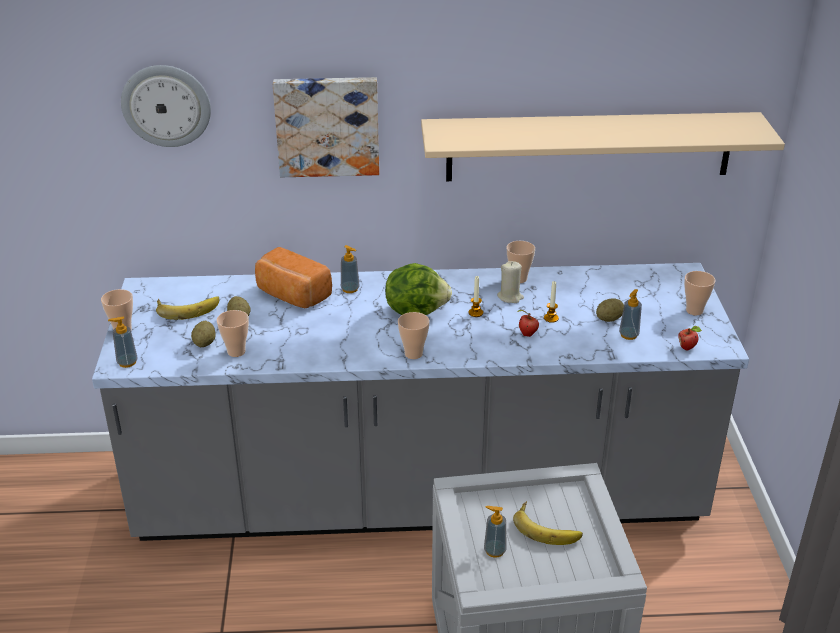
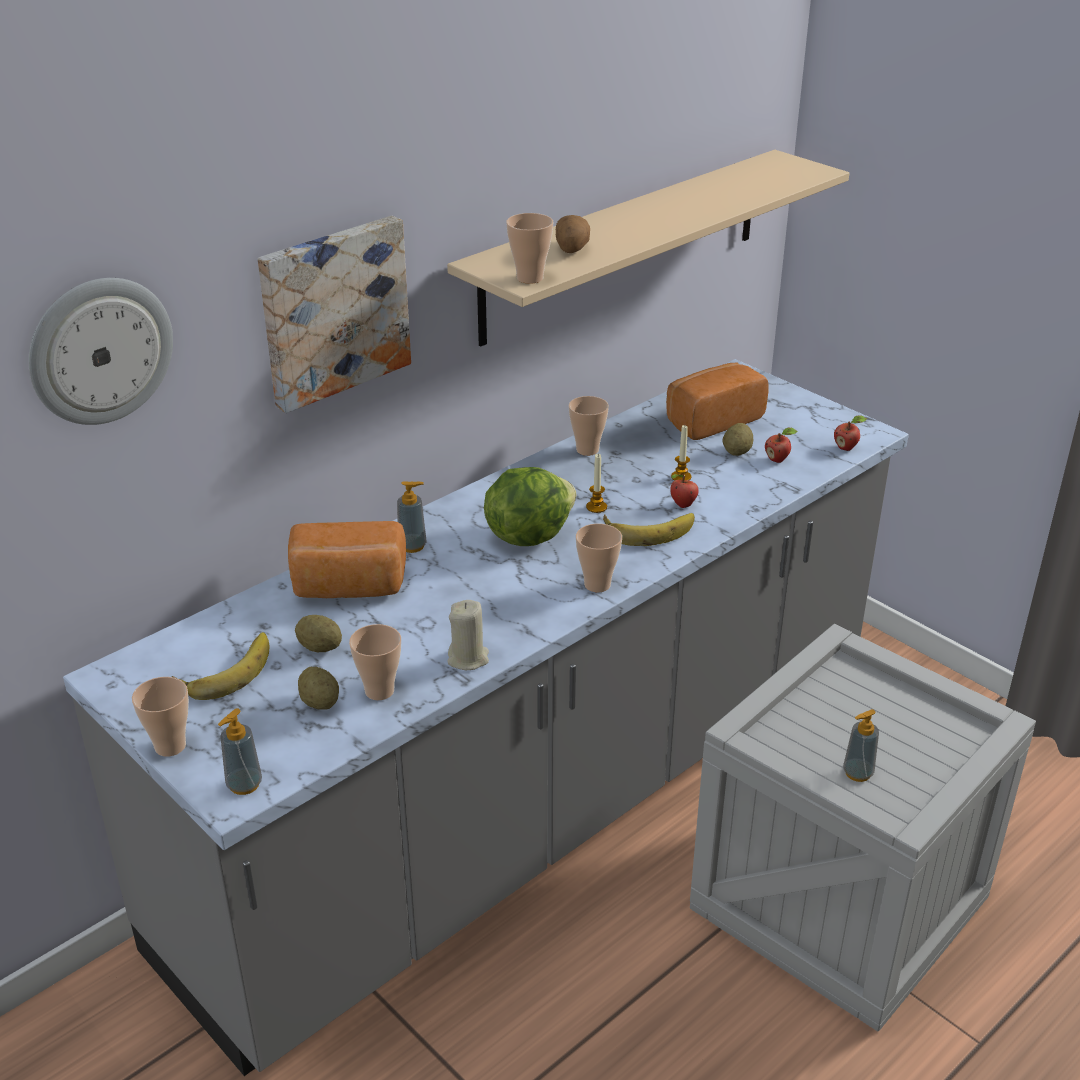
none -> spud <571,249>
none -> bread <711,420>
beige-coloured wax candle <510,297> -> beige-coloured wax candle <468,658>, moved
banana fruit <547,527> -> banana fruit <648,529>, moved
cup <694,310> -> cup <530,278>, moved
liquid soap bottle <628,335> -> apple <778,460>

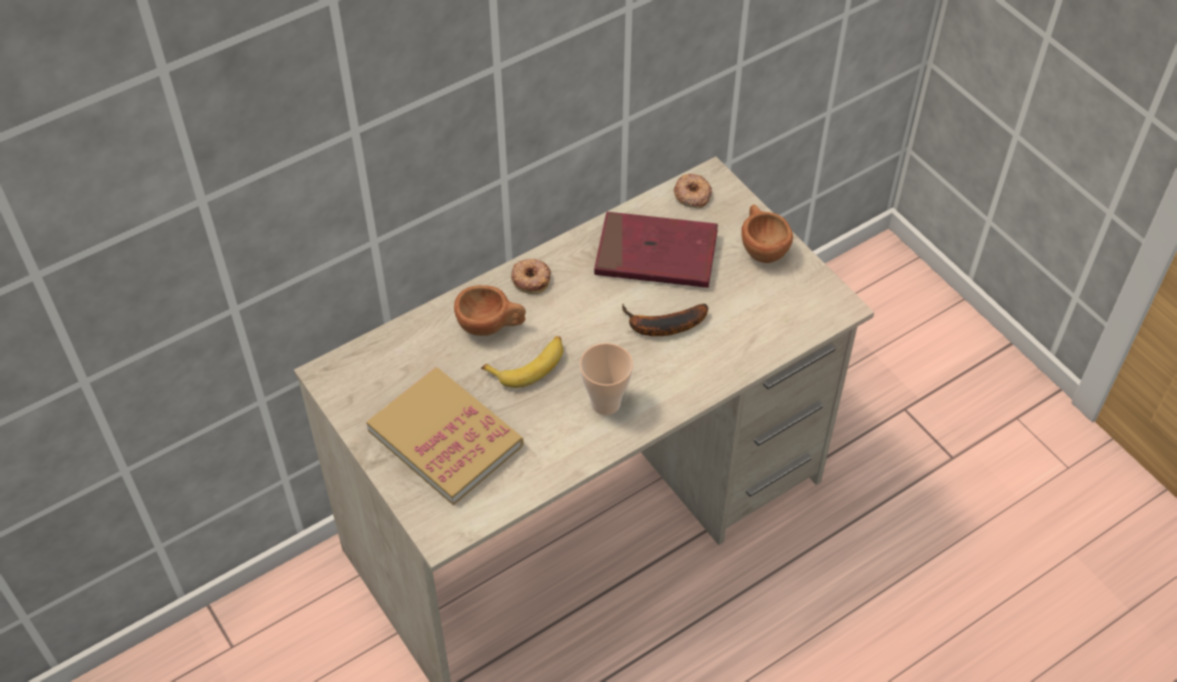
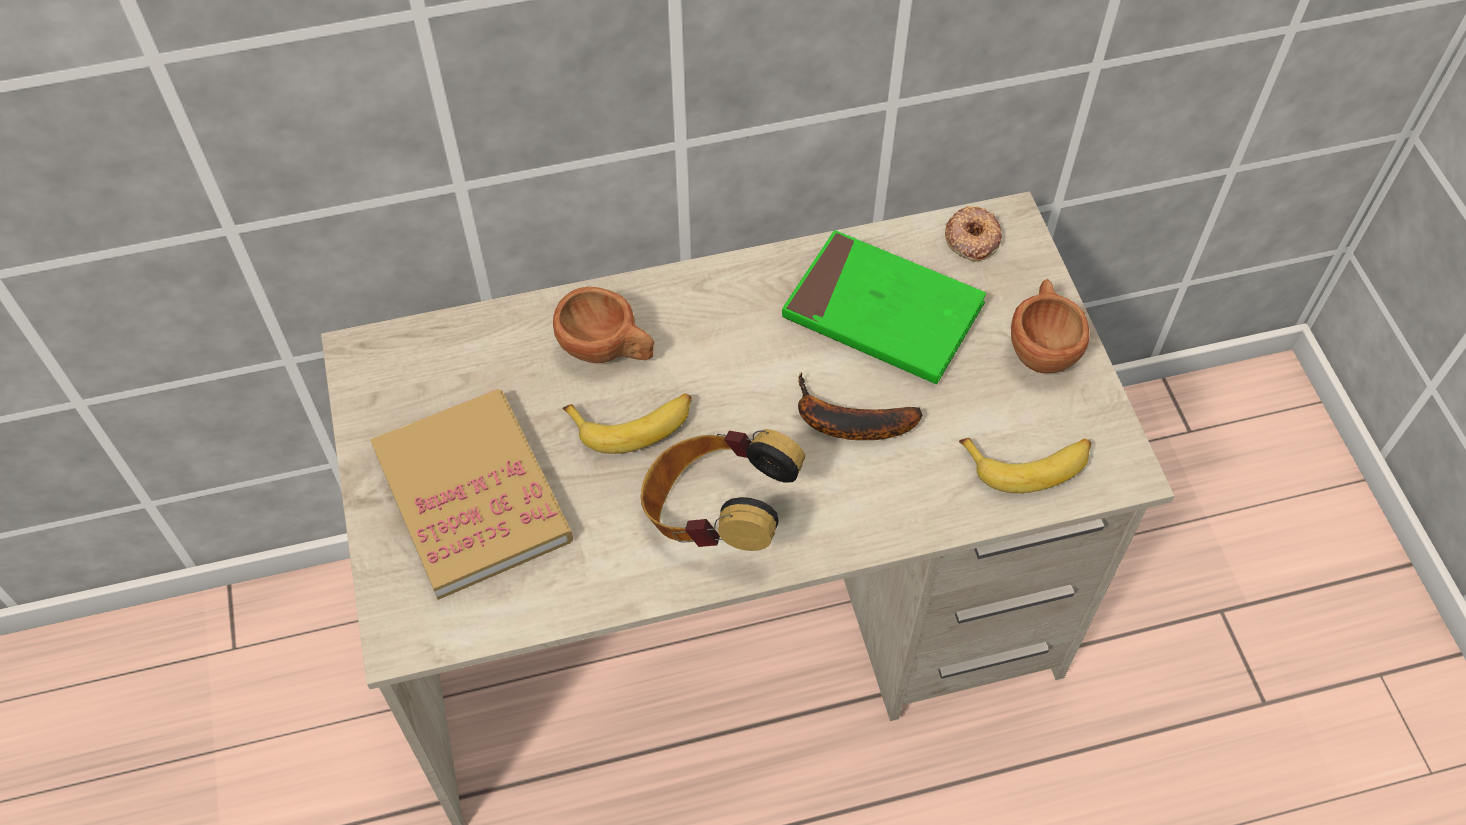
doughnut <531,278> -> none
none -> banana fruit <1029,464>
cup <605,403> -> headphones <716,514>
reddish book <656,255> -> green-coloured book <882,313>

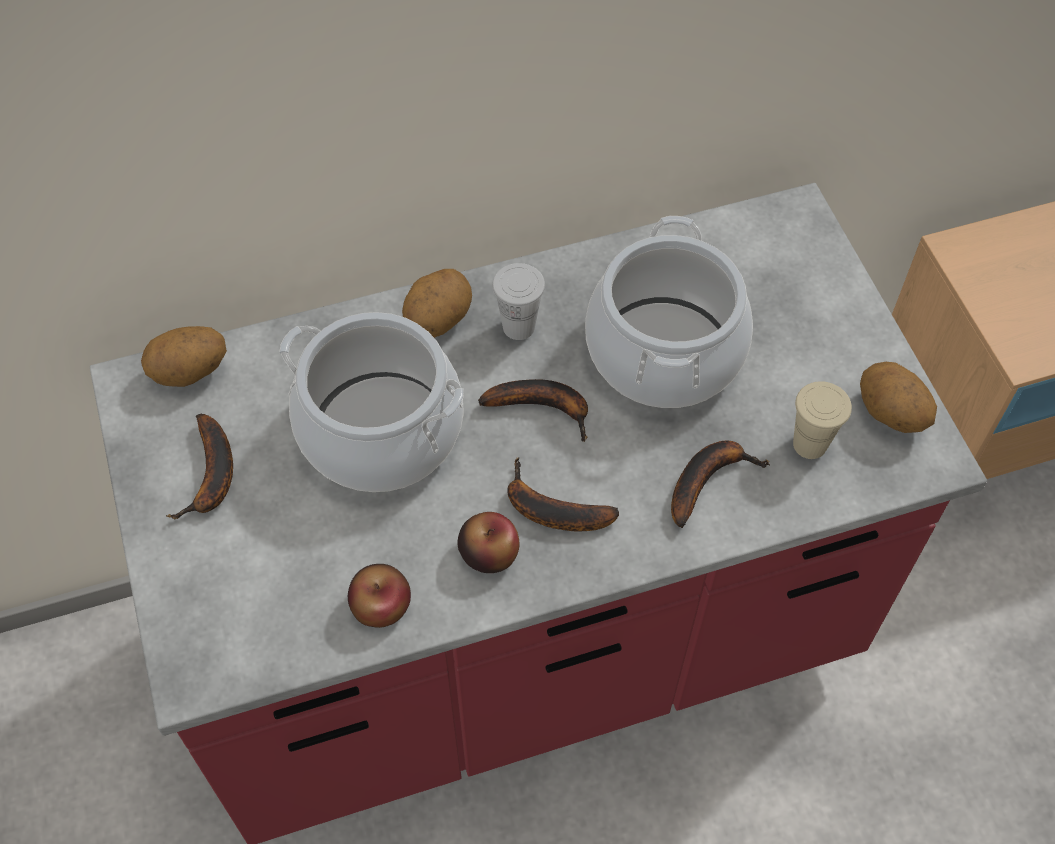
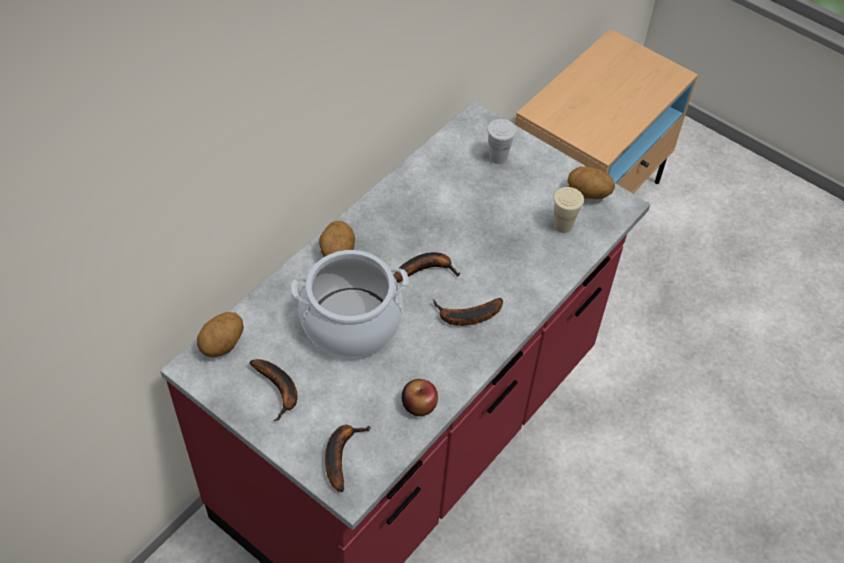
apple <489,553> -> none
cooking pot <663,352> -> none
white cup <518,327> -> white cup <498,157>, moved
banana fruit <708,479> -> banana fruit <340,454>, moved

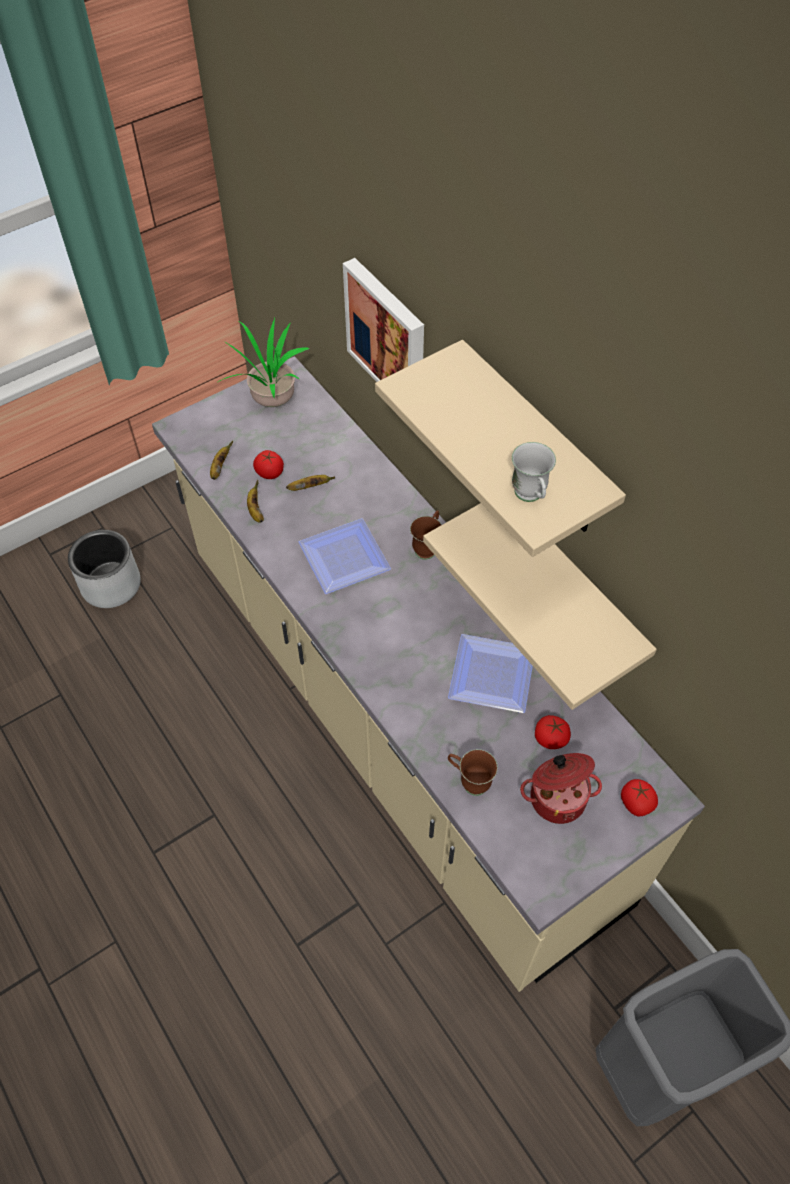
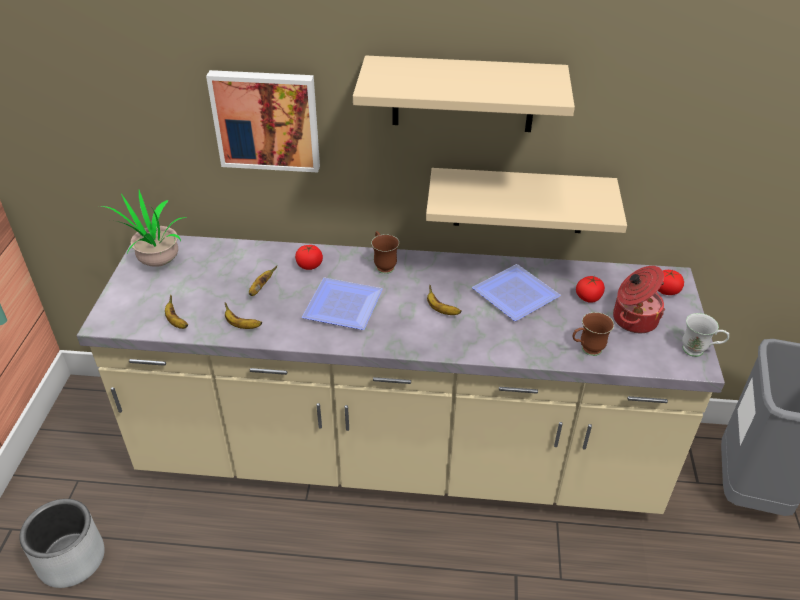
none -> banana fruit <441,310>
fresh tomato <270,472> -> fresh tomato <309,265>, moved
white coffee mug <530,497> -> white coffee mug <698,351>, moved

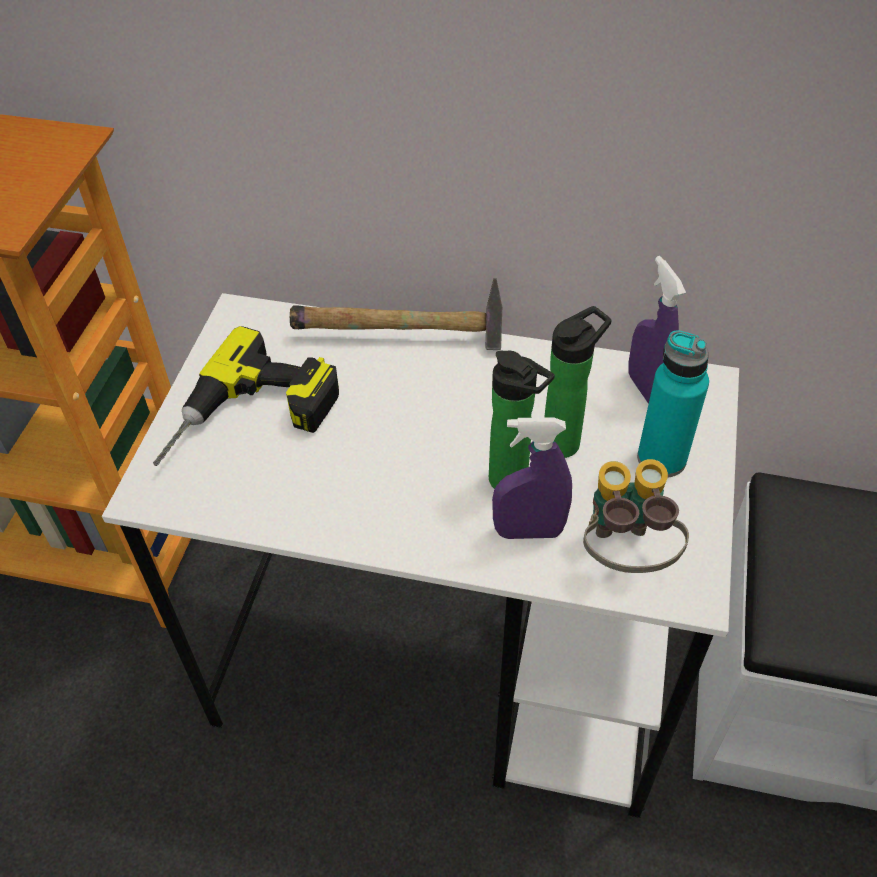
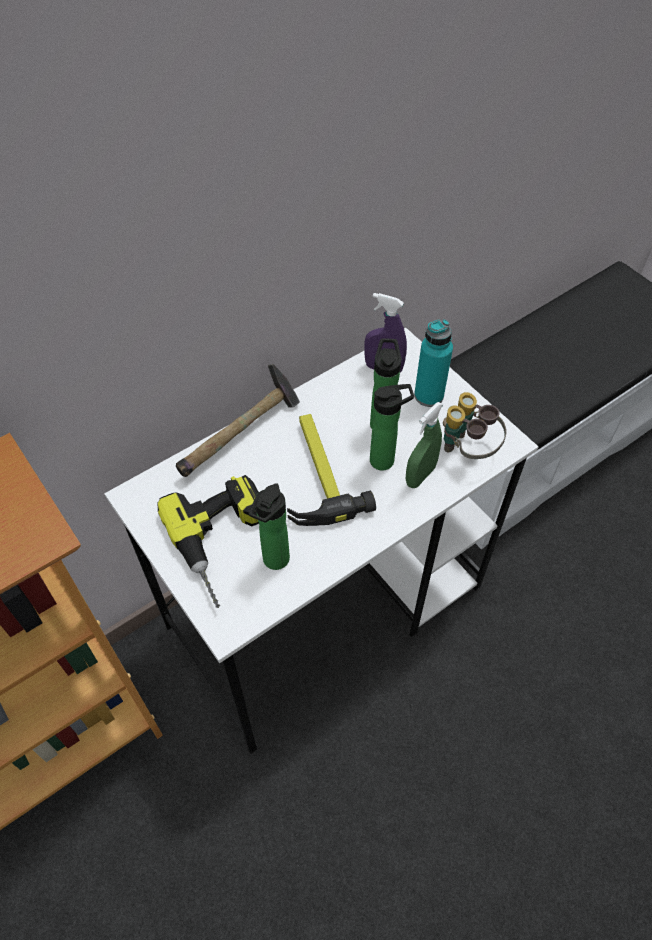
none -> bottle <274,562>
none -> hammer <316,473>
purple-coloured spray bottle <528,531> -> green-coloured spray bottle <420,475>

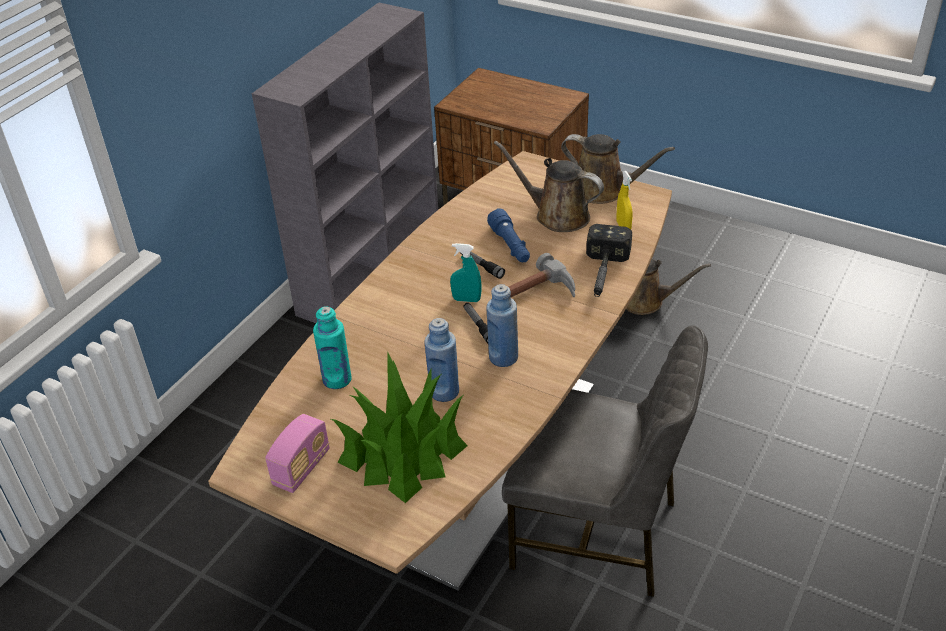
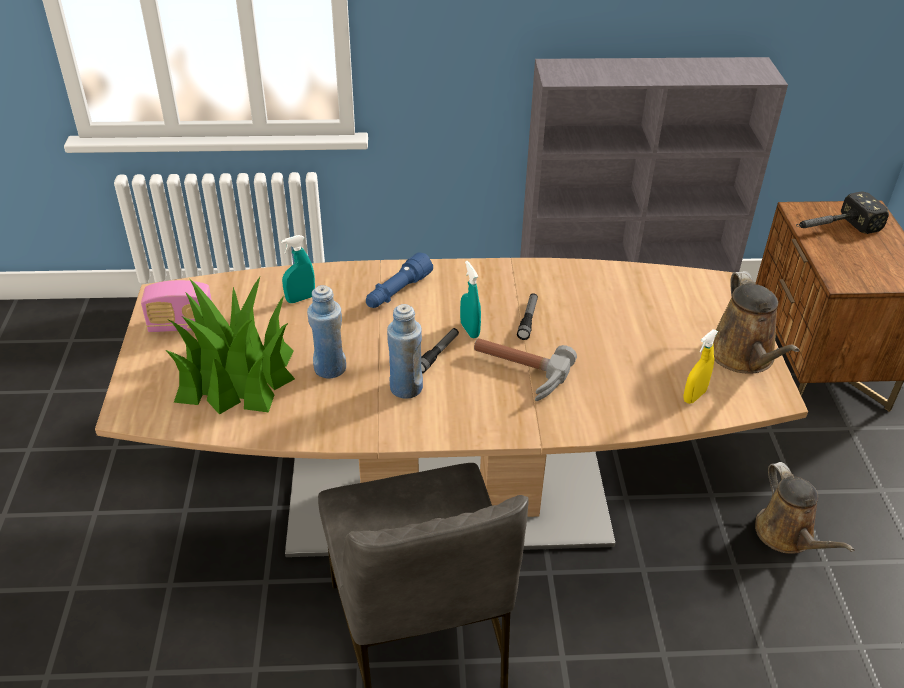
brown-coloured watering can <557,215> -> none
blue torch <510,246> -> blue torch <397,292>, moved
hammer <603,275> -> hammer <832,228>, moved
turquoise bottle <337,379> -> turquoise spray bottle <300,299>

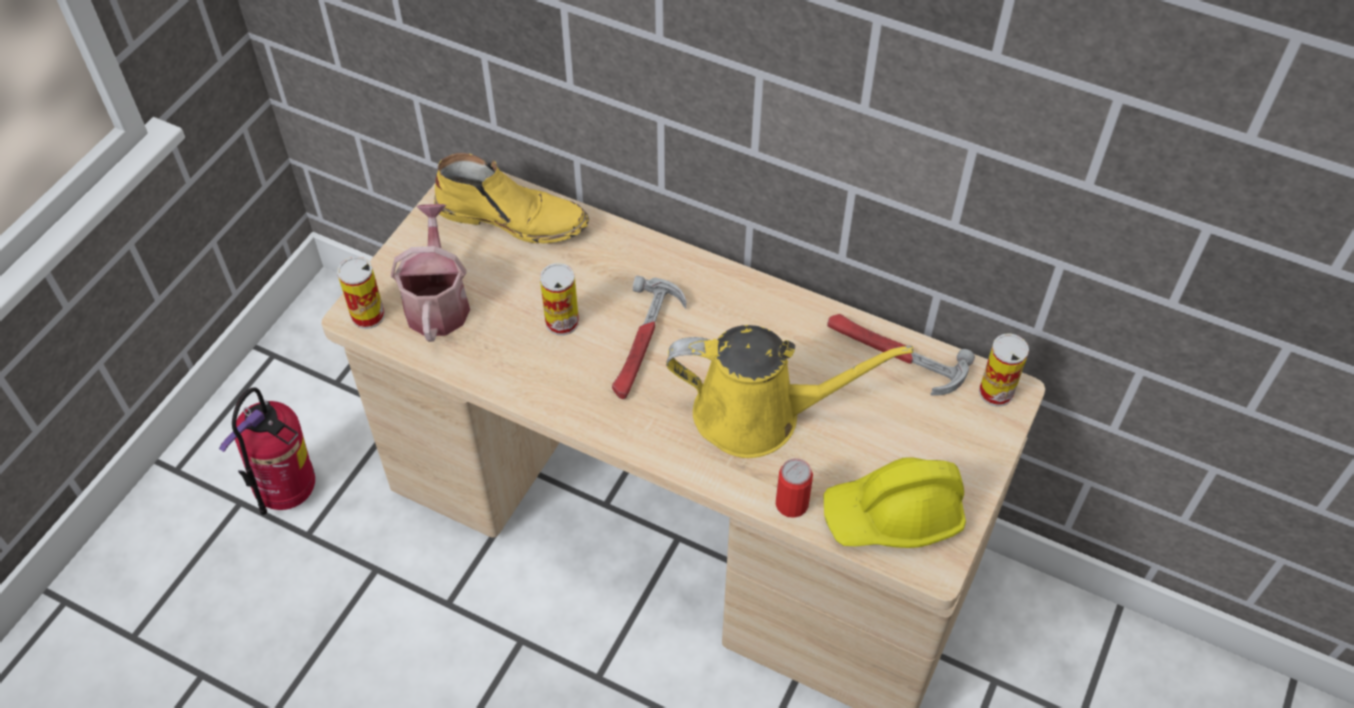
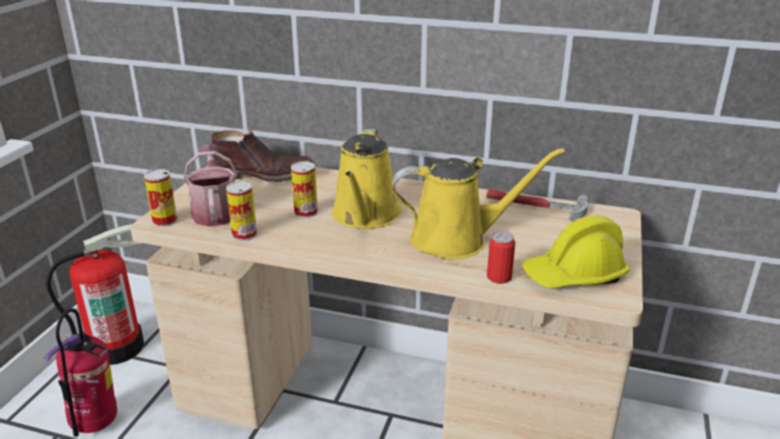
none -> fire extinguisher <116,346>
sealed can <996,392> -> sealed can <244,234>, moved
hammer <644,343> -> yellow-coloured watering can <365,216>
yellow-coloured boot <513,217> -> brown-coloured boot <262,174>

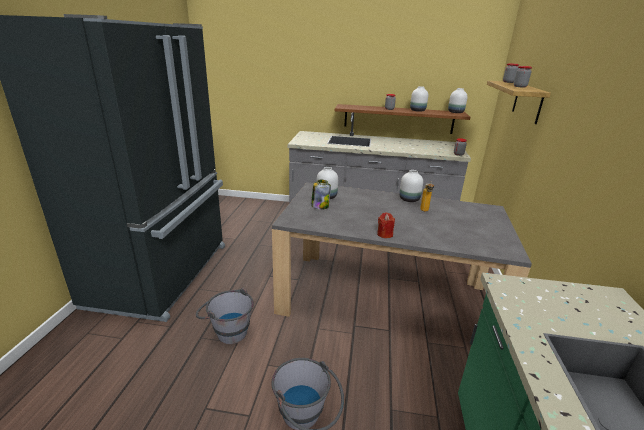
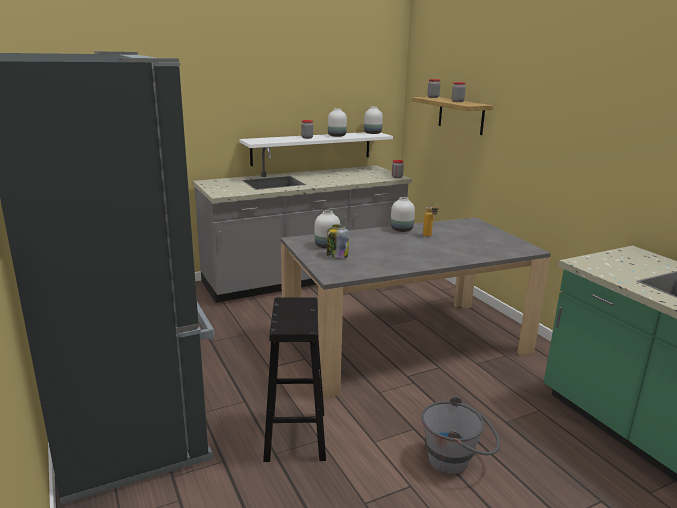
reddish wax candle <384,234> -> none
greyish pail <227,331> -> black-coloured stool <295,434>
brown-coloured wall shelf <398,119> -> white wall shelf <312,148>

